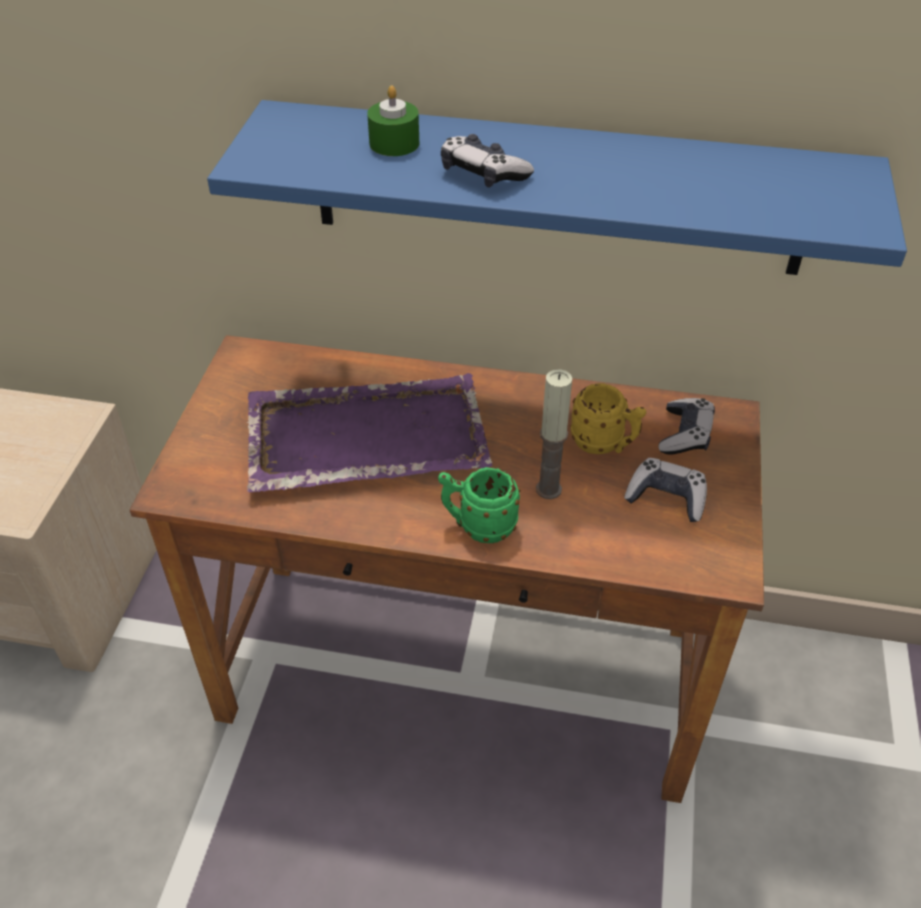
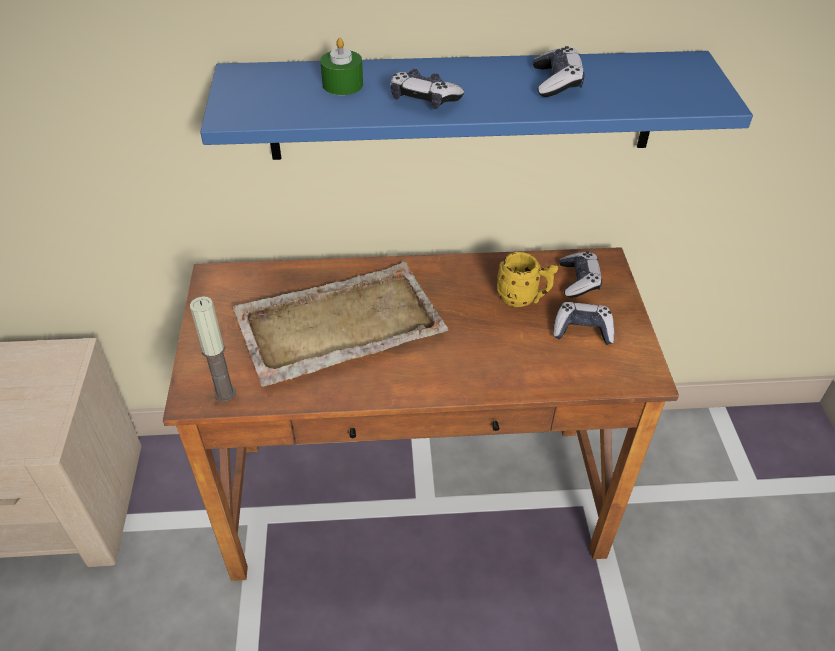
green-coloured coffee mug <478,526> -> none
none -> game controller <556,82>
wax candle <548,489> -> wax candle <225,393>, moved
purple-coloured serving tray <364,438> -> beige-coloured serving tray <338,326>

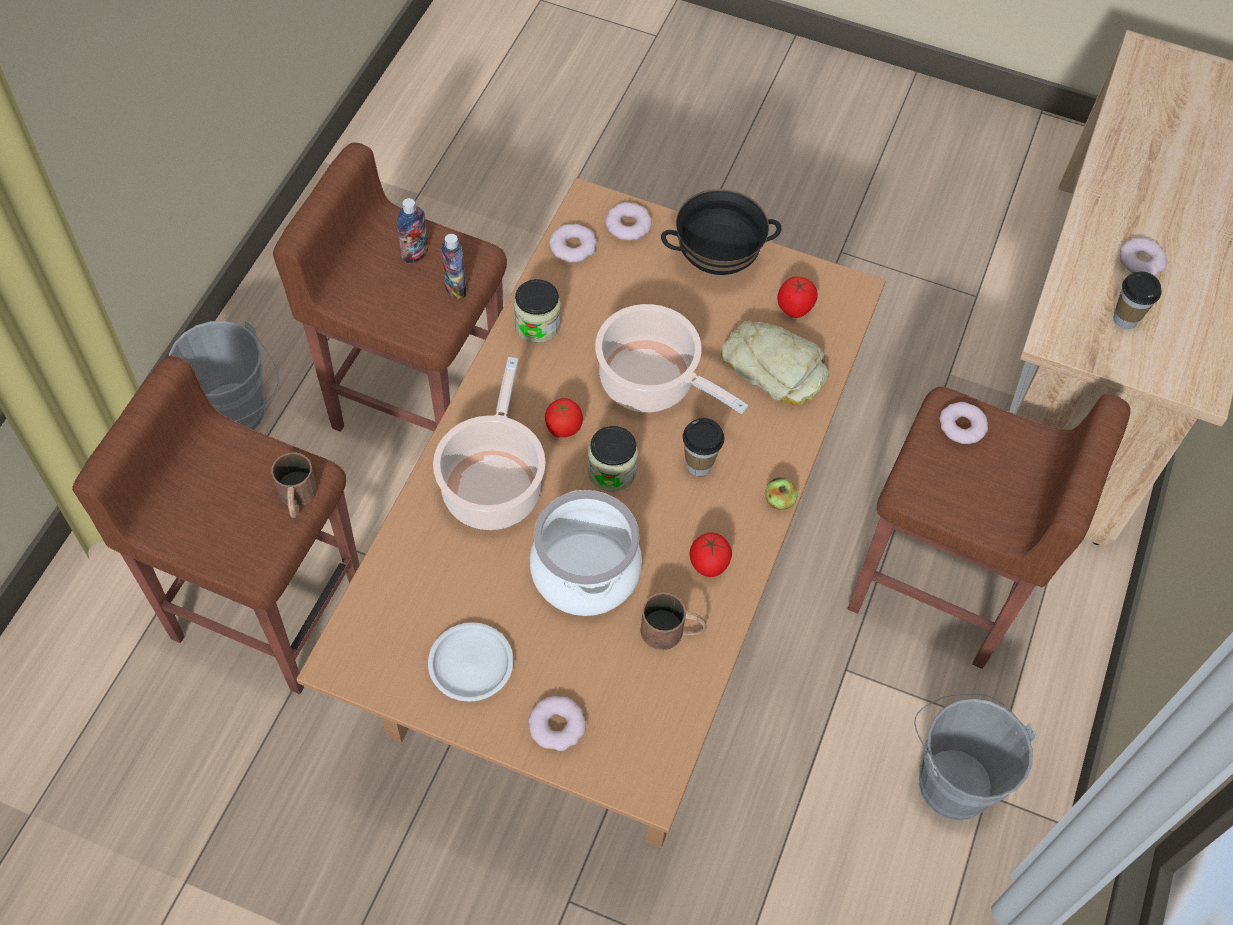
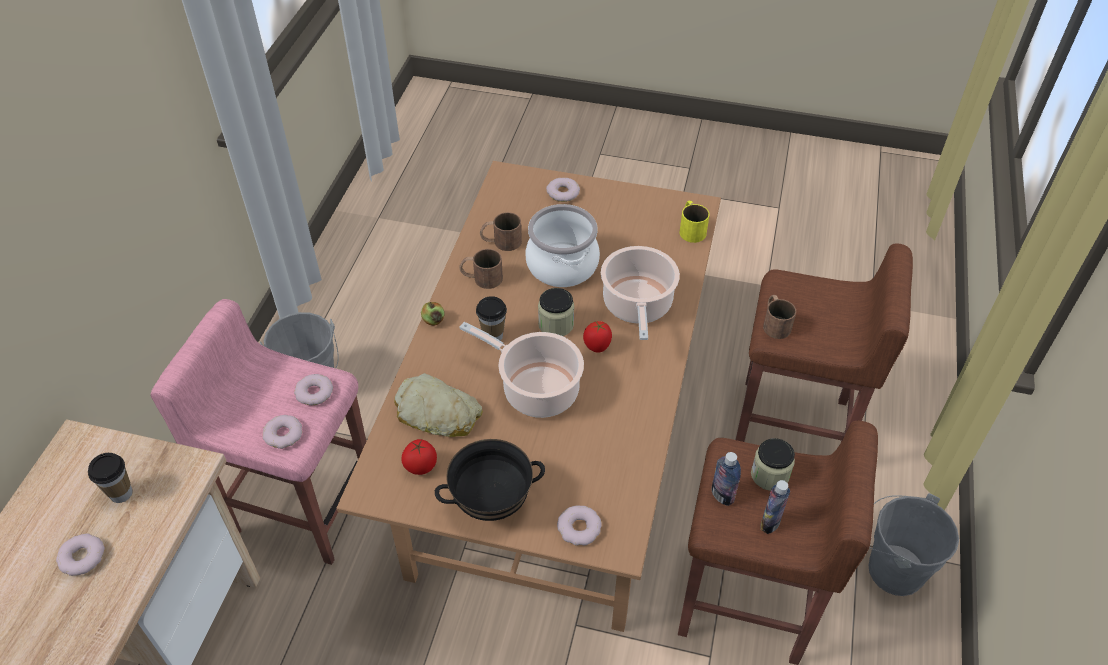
white flat dish <471,665> -> none
none -> yellow-coloured coffee mug <690,228>
jar <537,325> -> jar <769,475>, moved
doughnut <573,247> -> doughnut <314,392>, moved
fresh tomato <708,565> -> brown-coloured coffee mug <481,278>
brown-coloured stool <939,589> -> pink-coloured stool <302,506>

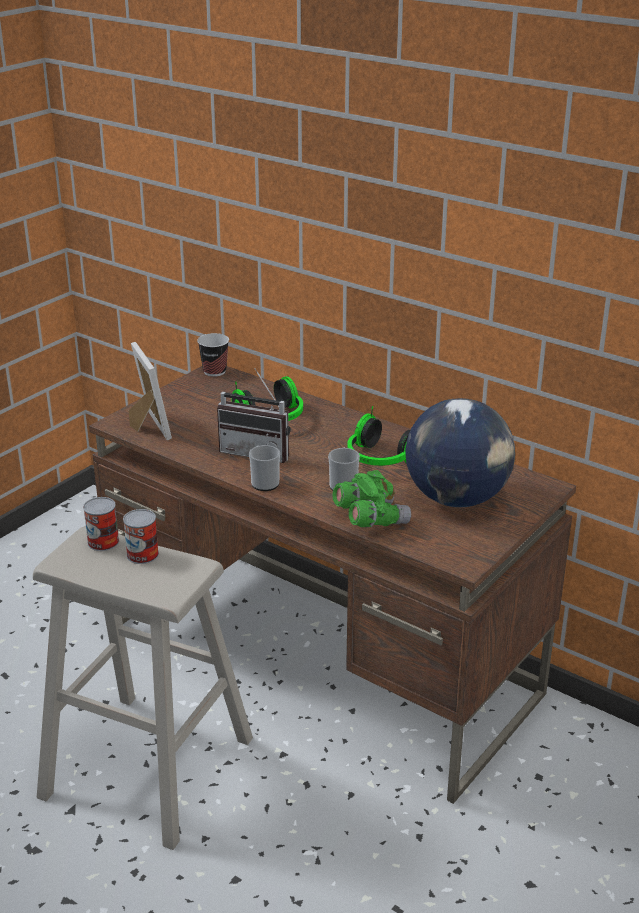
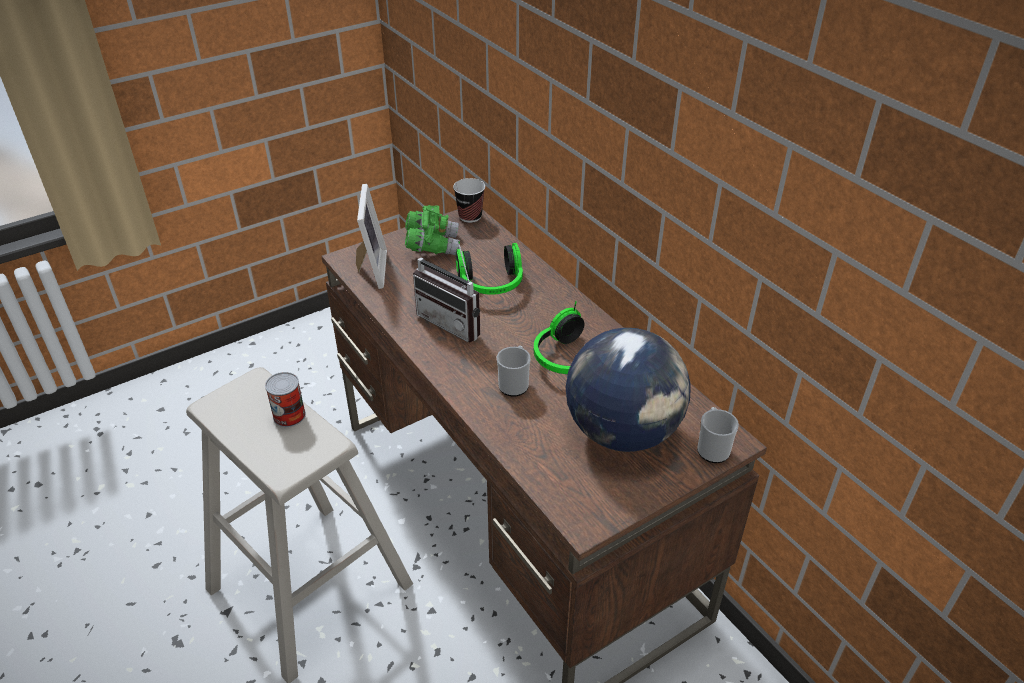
sealed can <103,542> -> none
coffee mug <264,482> -> coffee mug <712,448>, moved
green-coloured binoculars <370,519> -> green-coloured binoculars <432,245>, moved

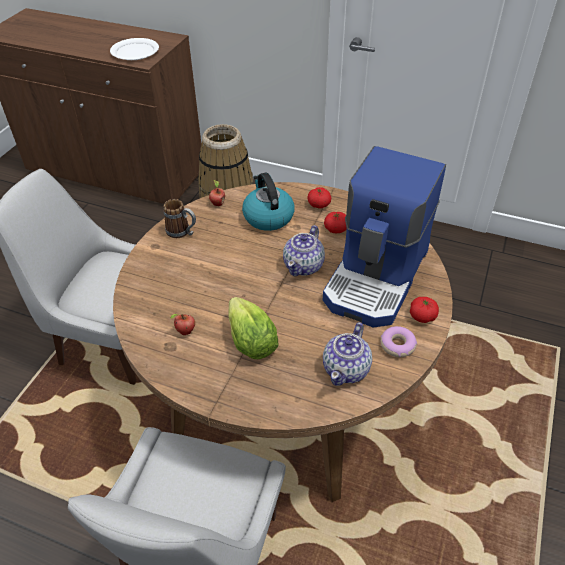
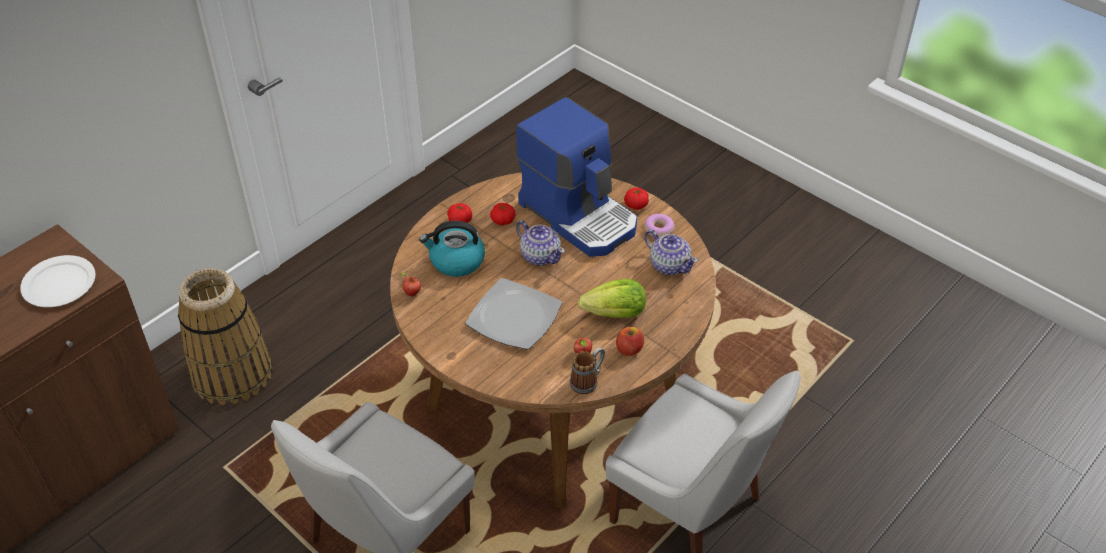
none -> flat dish <514,318>
none -> apple <629,349>
coffee mug <182,233> -> coffee mug <588,381>, moved

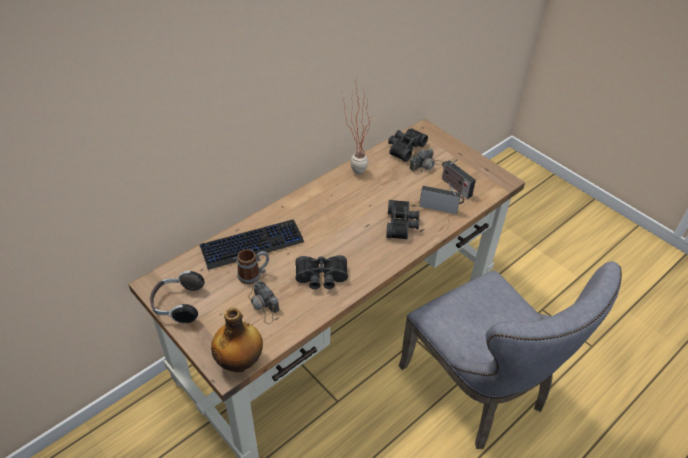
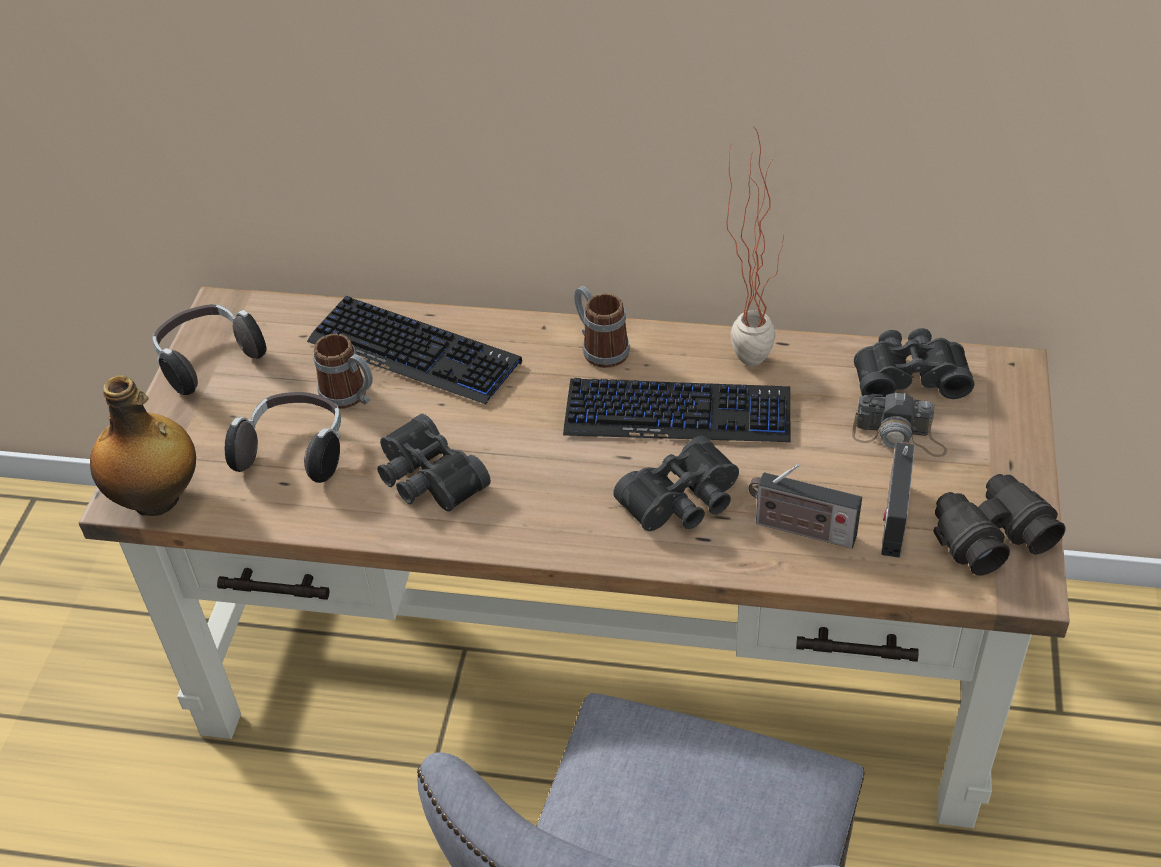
none -> keyboard <678,413>
none -> coffee mug <599,347>
none -> black-coloured binoculars <990,535>
photo camera <263,306> -> headphones <295,451>
radio set <440,208> -> radio set <800,529>, 135 degrees clockwise

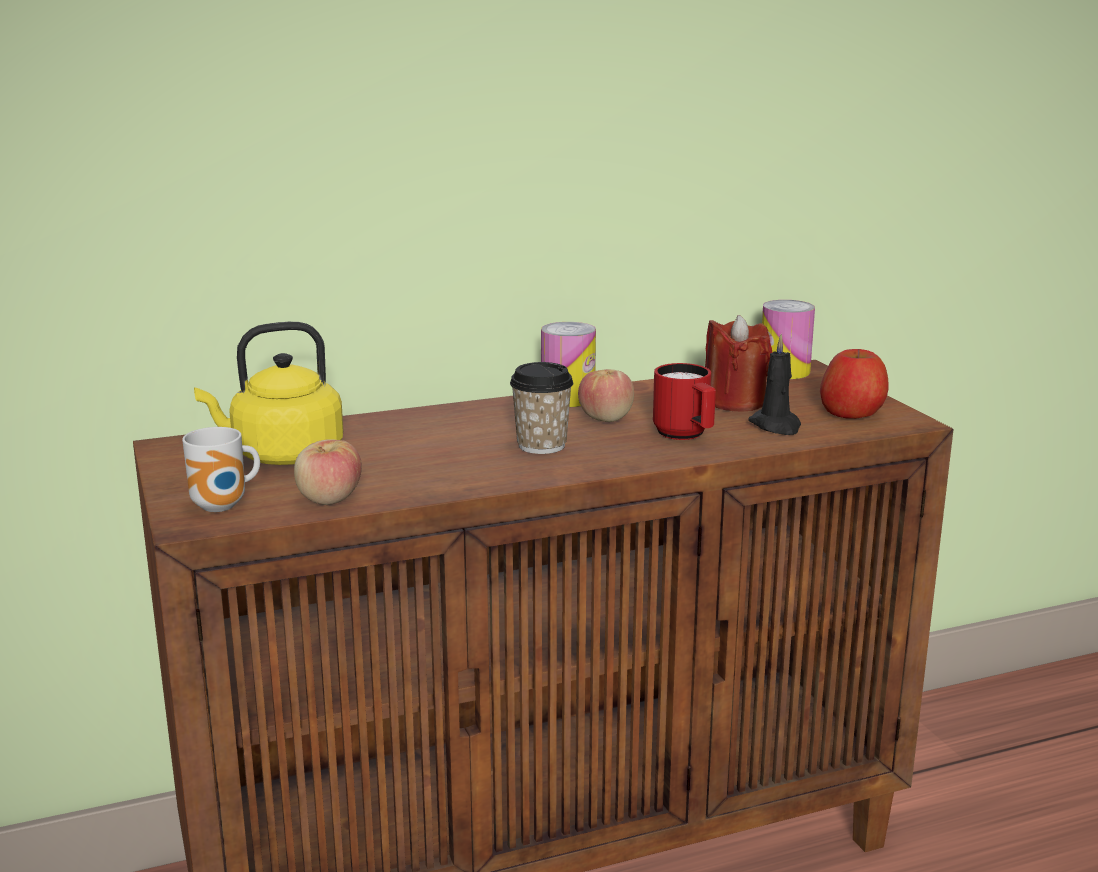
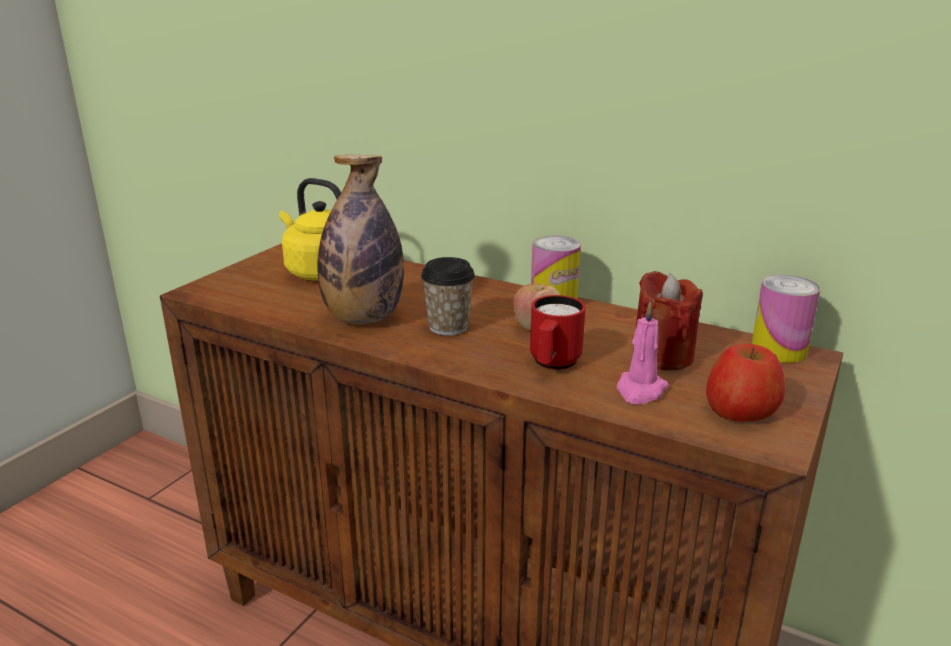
coffee mug <224,506> -> none
apple <329,499> -> none
none -> bottle <363,318>
black-coloured wax candle <776,426> -> pink-coloured wax candle <640,390>

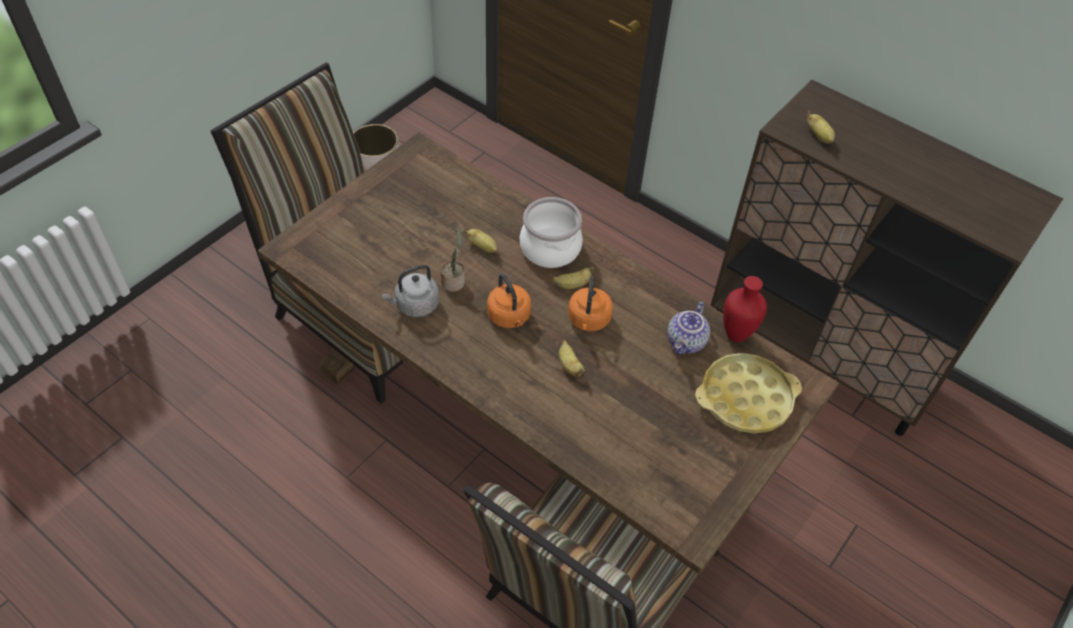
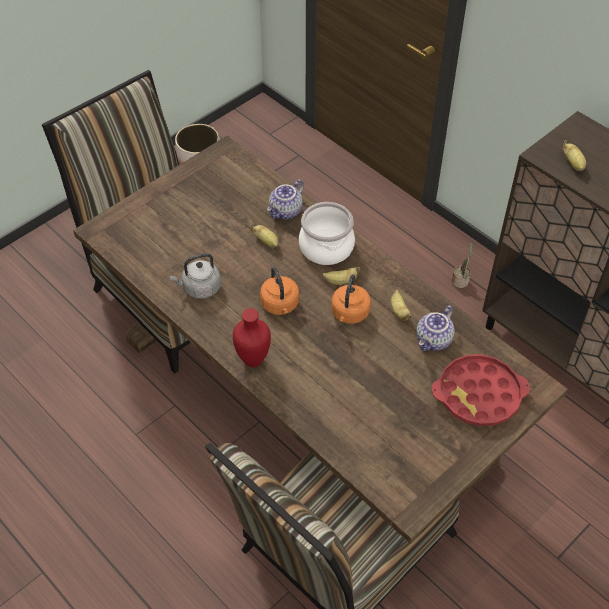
none -> pot for tea <286,212>
potted plant <454,281> -> potted plant <460,280>, moved
banana fruit <569,365> -> banana fruit <399,311>, moved
reddish flower vase <737,334> -> reddish flower vase <254,360>, moved
yellow-coloured serving tray <746,398> -> reddish serving tray <479,395>

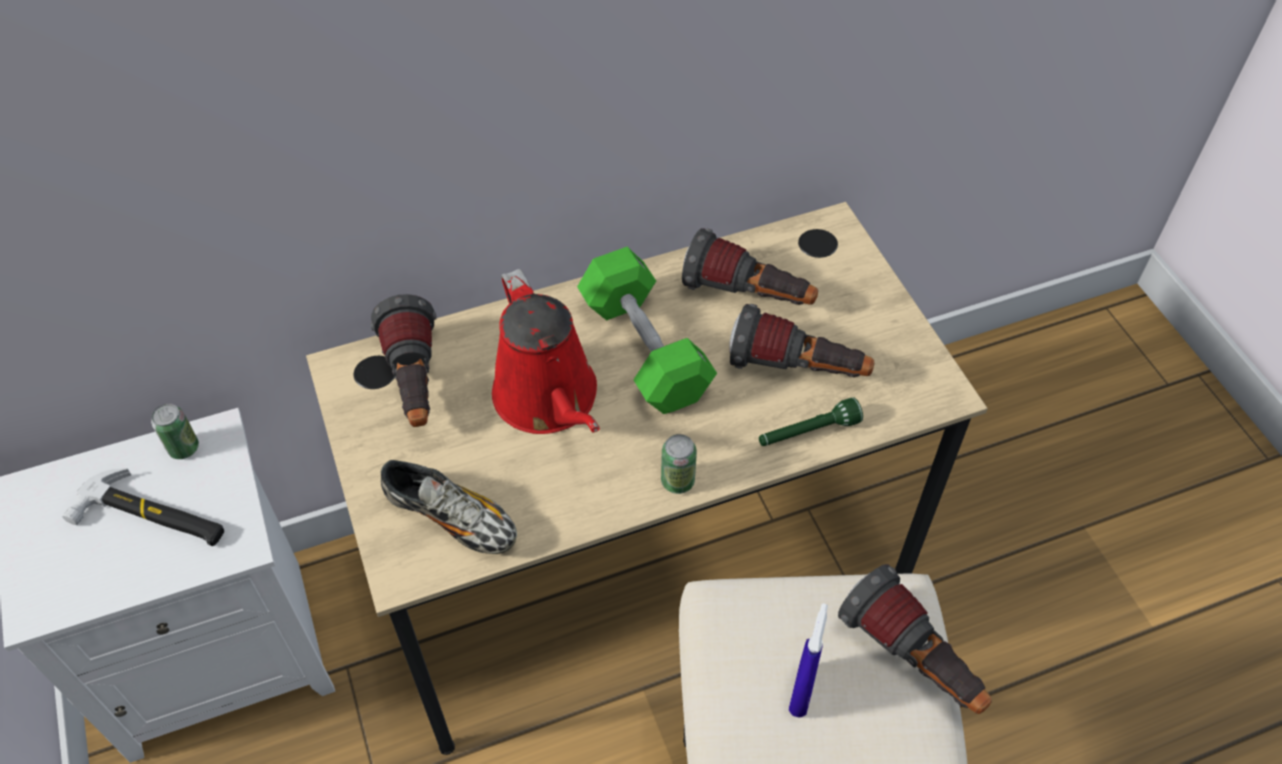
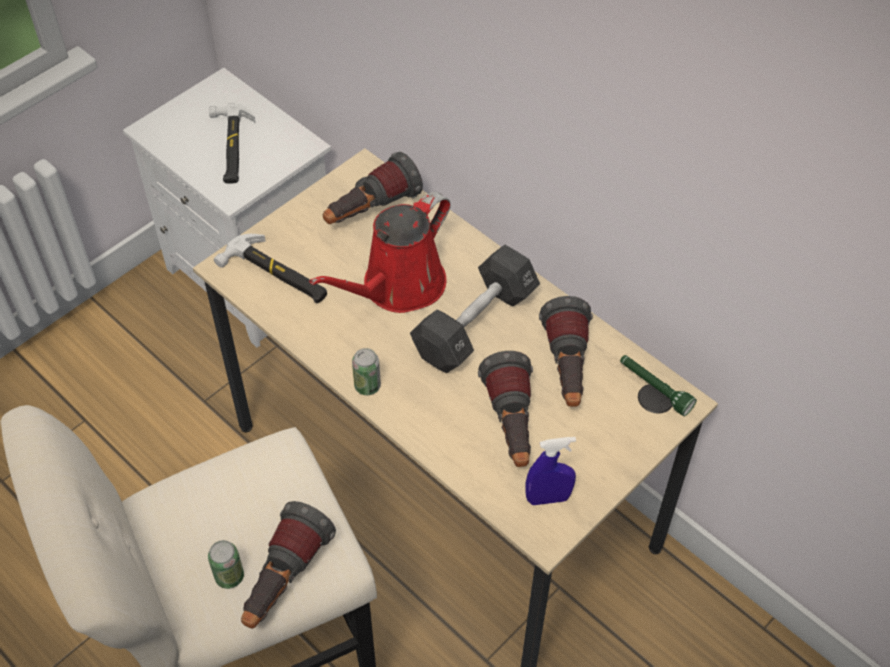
sealed can <183,448> -> sealed can <229,576>, moved
green-coloured torch <807,432> -> green-coloured torch <654,388>, moved
blue spray bottle <802,692> -> blue spray bottle <548,498>, moved
item of footwear <452,519> -> hammer <276,275>
green-coloured dumbbell <645,349> -> black-coloured dumbbell <475,324>

